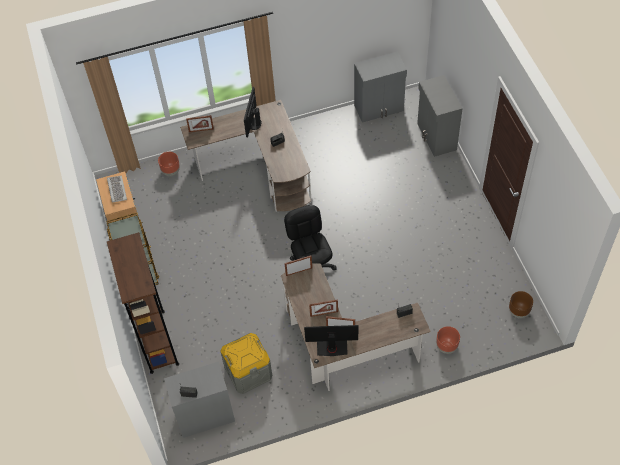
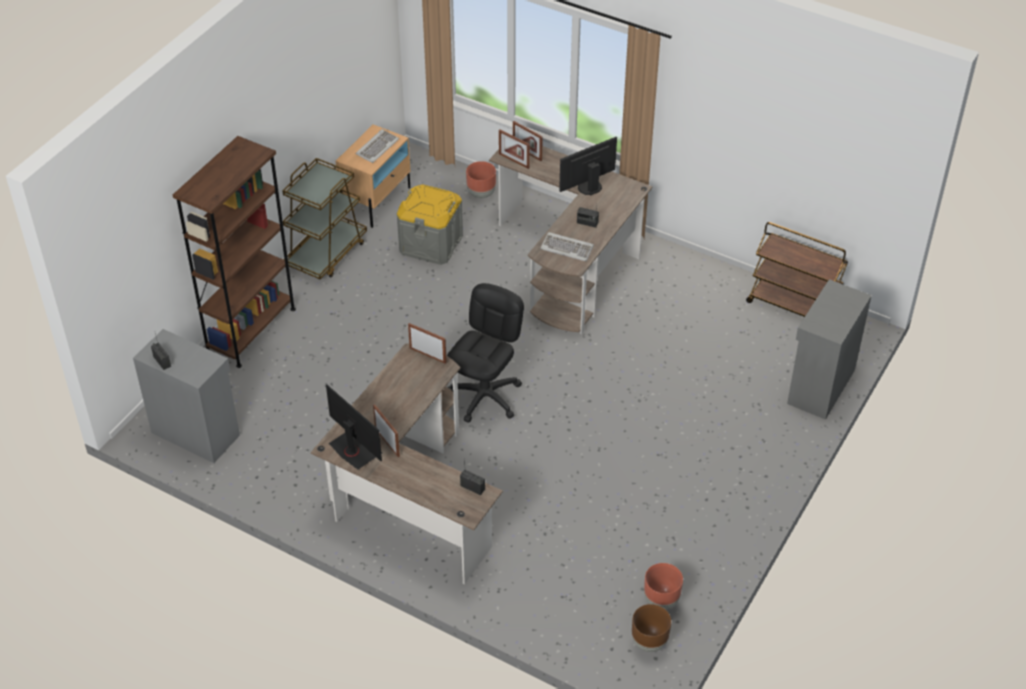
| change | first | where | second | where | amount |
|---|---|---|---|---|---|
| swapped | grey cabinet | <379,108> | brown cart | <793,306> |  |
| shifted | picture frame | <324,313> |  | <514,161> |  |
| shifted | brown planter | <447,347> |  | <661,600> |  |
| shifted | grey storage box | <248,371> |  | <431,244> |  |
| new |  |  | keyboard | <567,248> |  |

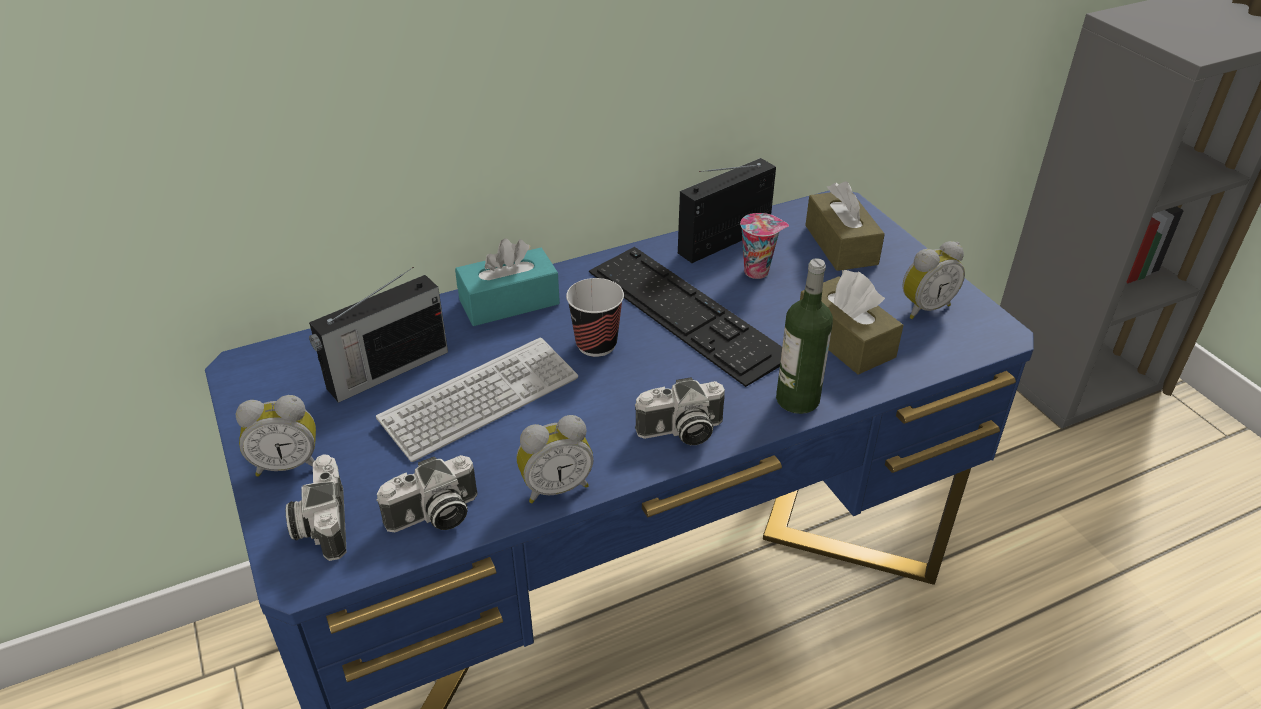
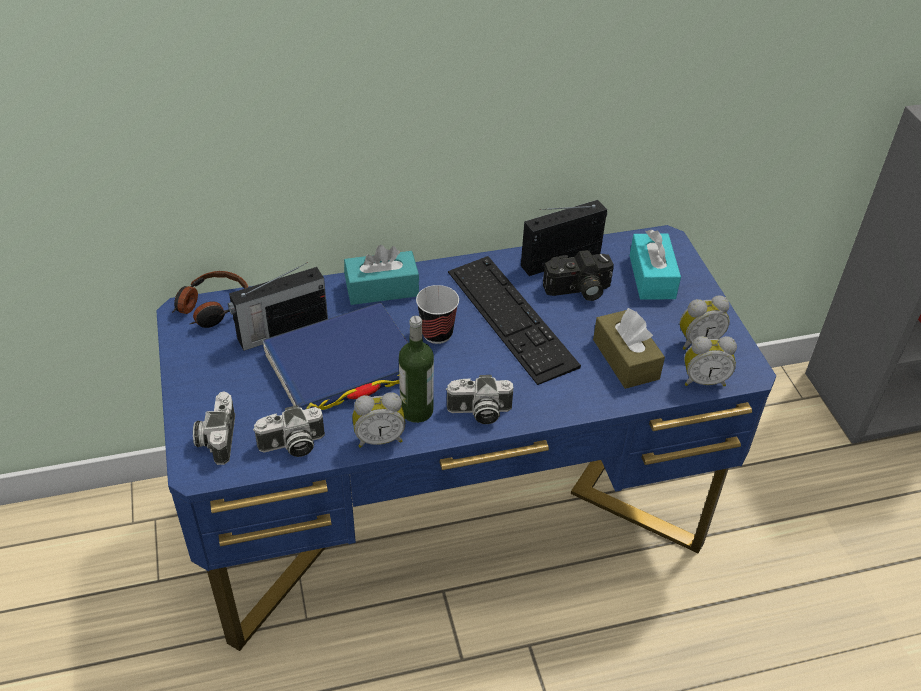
| change | first | where | second | where | amount |
|---|---|---|---|---|---|
| repainted | brown tissue box | <841,245> | turquoise tissue box | <652,277> |  |
| swapped | cup | <758,271> | photo camera | <578,290> |  |
| shifted | bottle | <797,399> |  | <416,410> |  |
| swapped | keyboard | <480,400> | blue book | <342,365> |  |
| shifted | alarm clock | <288,464> |  | <703,380> |  |
| new |  |  | headphones | <212,307> |  |

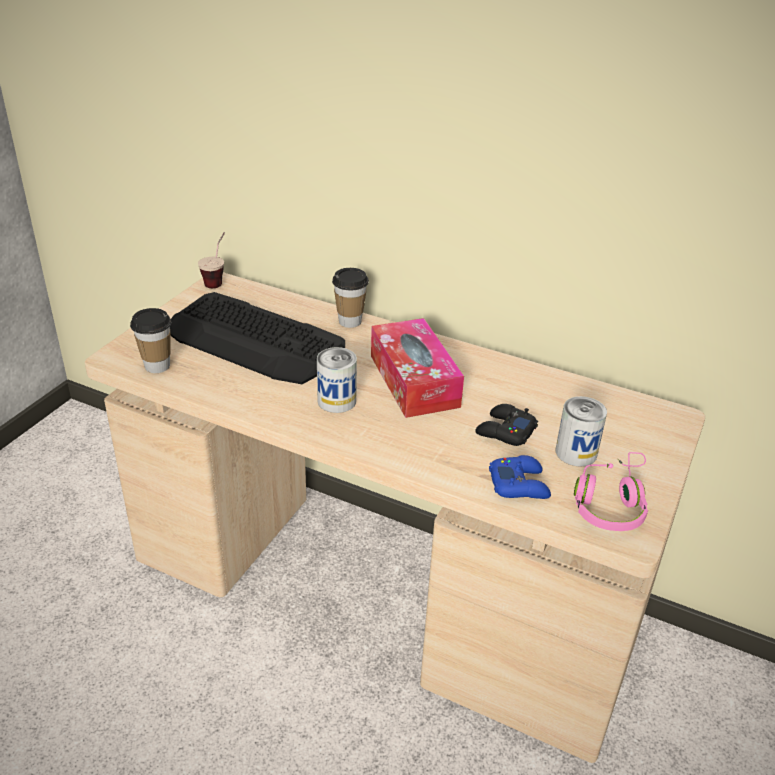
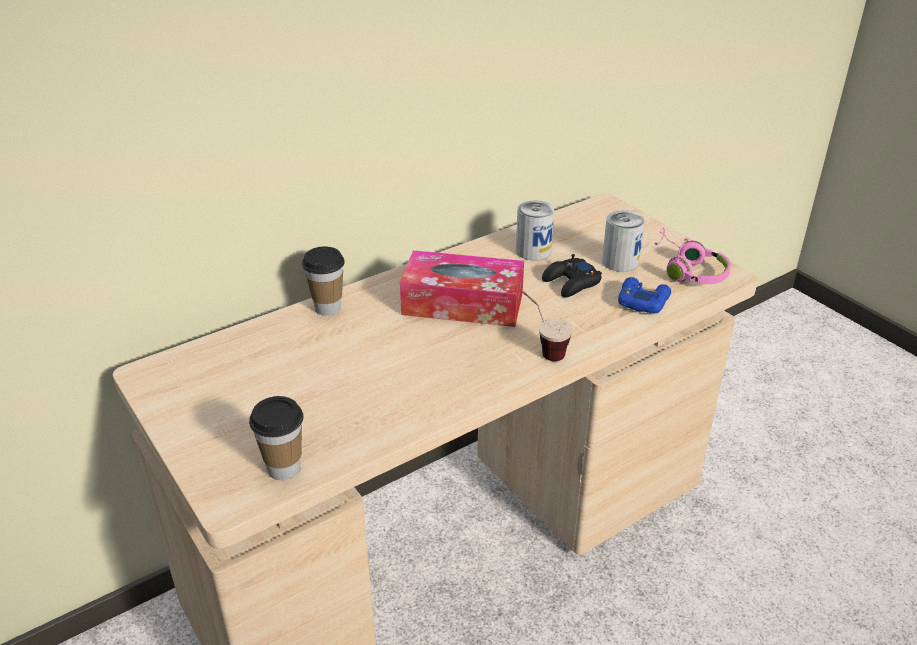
| change | first | where | second | where | amount |
|---|---|---|---|---|---|
| shifted | cup | <217,280> |  | <543,349> |  |
| gone | keyboard | <254,340> |  |  |  |
| shifted | can | <336,401> |  | <533,251> |  |

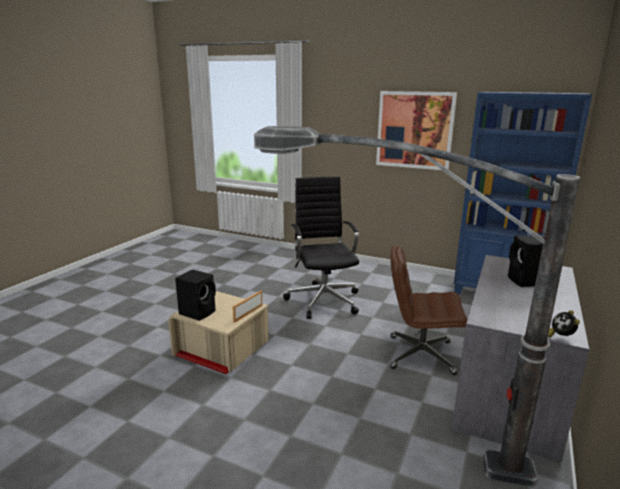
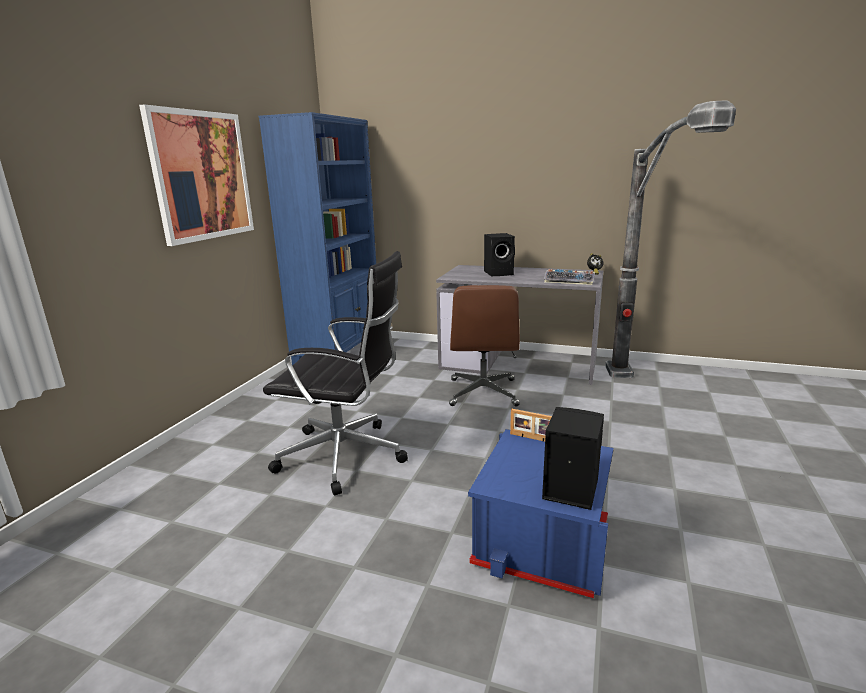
| change | first | where | second | where | amount |
|---|---|---|---|---|---|
| rotated | black office chair | <323,300> |  | <346,456> | 150 degrees counterclockwise |
| repainted | beige storage box | <221,351> | blue storage box | <543,540> |  |
| new |  |  | keyboard | <569,281> |  |

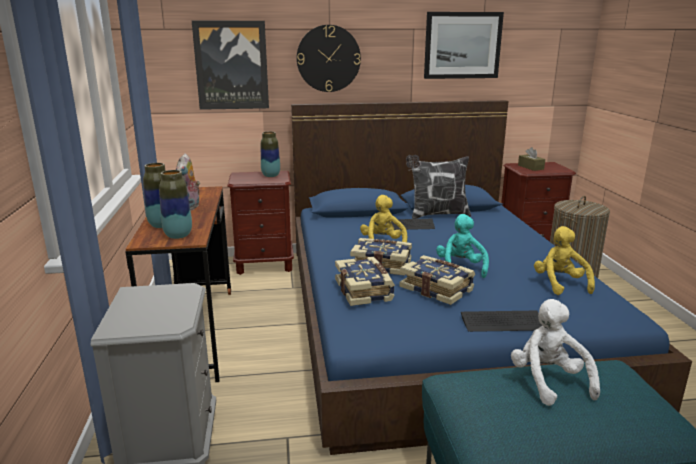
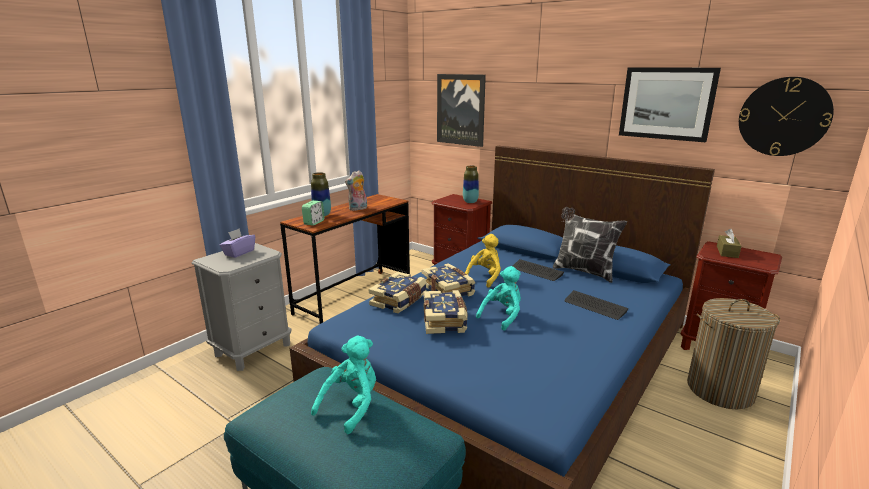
| change | first | where | second | where | amount |
|---|---|---|---|---|---|
| shifted | wall clock | <328,58> |  | <783,117> |  |
| swapped | vase | <178,235> | alarm clock | <314,222> |  |
| gone | yellow plush toy | <560,284> |  |  |  |
| repainted | white plush toy | <548,381> | turquoise plush toy | <352,406> |  |
| shifted | keyboard | <502,323> |  | <595,306> |  |
| new |  |  | purple tissue box | <239,253> |  |

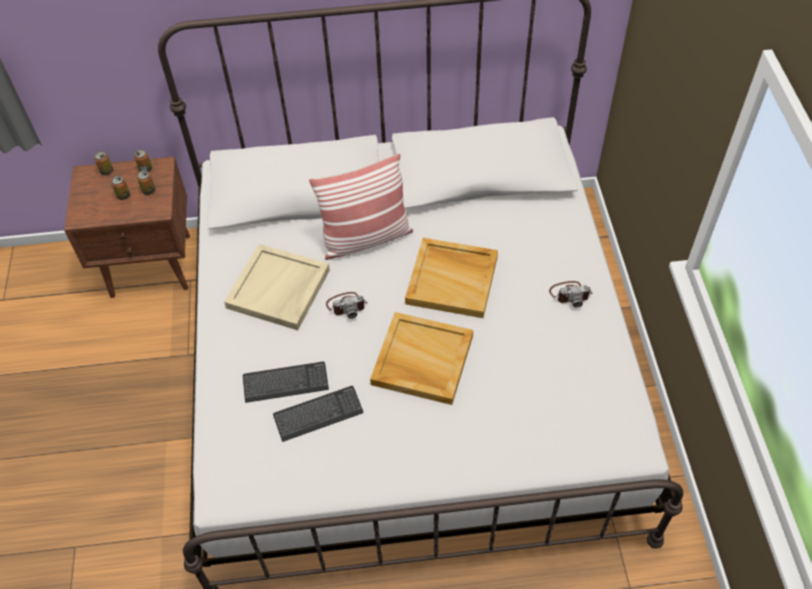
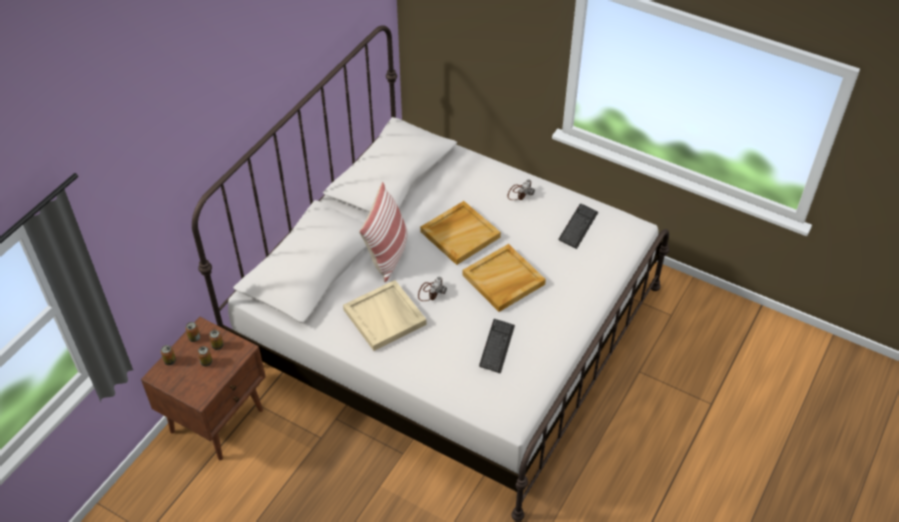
| change | first | where | second | where | amount |
|---|---|---|---|---|---|
| shifted | keyboard | <285,383> |  | <578,227> |  |

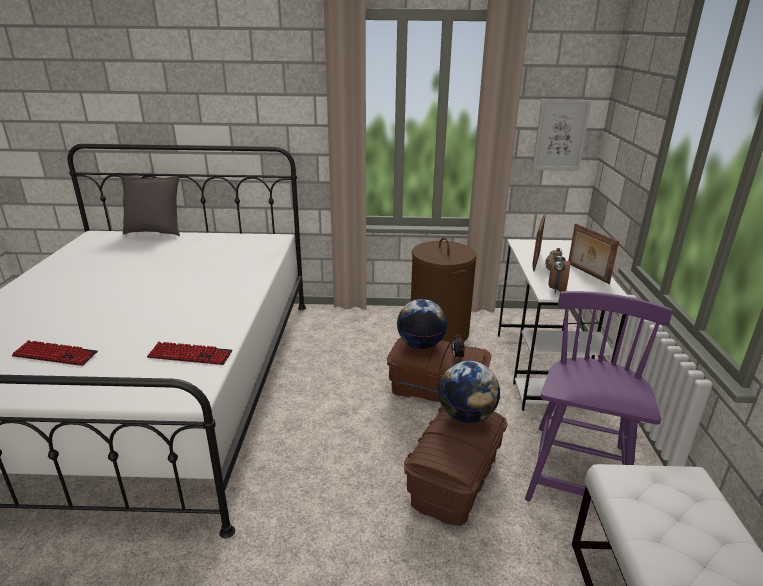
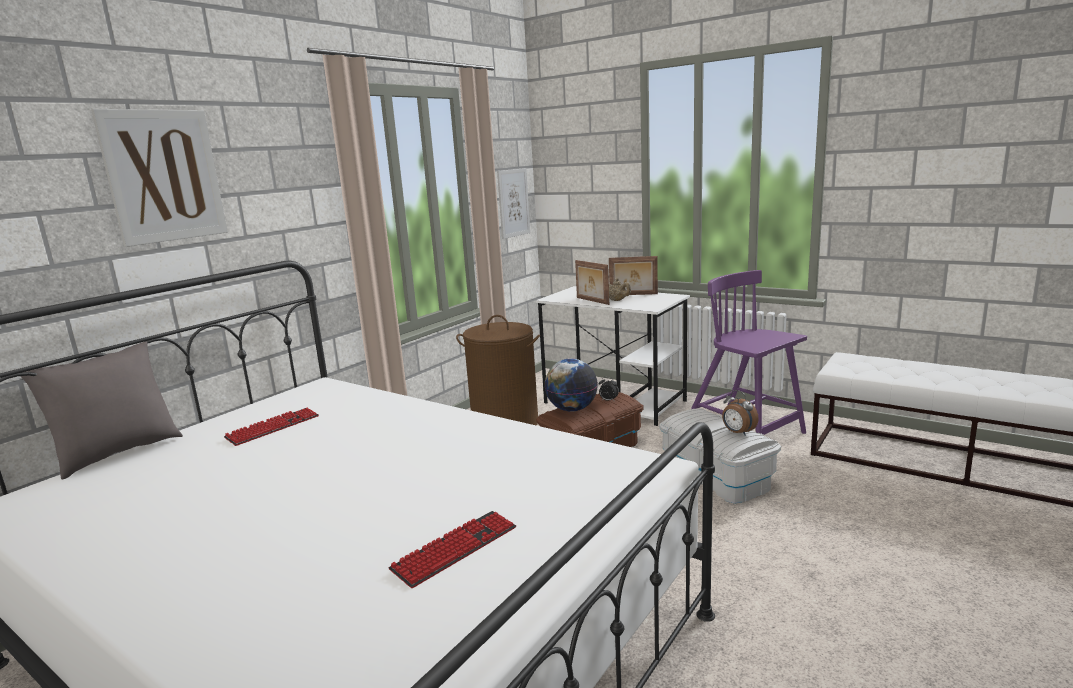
| change | first | where | second | where | amount |
|---|---|---|---|---|---|
| shifted | alarm clock | <556,290> |  | <738,432> |  |
| shifted | keyboard | <190,355> |  | <273,427> |  |
| gone | globe | <466,416> |  |  |  |
| repainted | brown storage box | <454,479> | white storage box | <715,476> |  |
| new |  |  | picture | <164,176> |  |

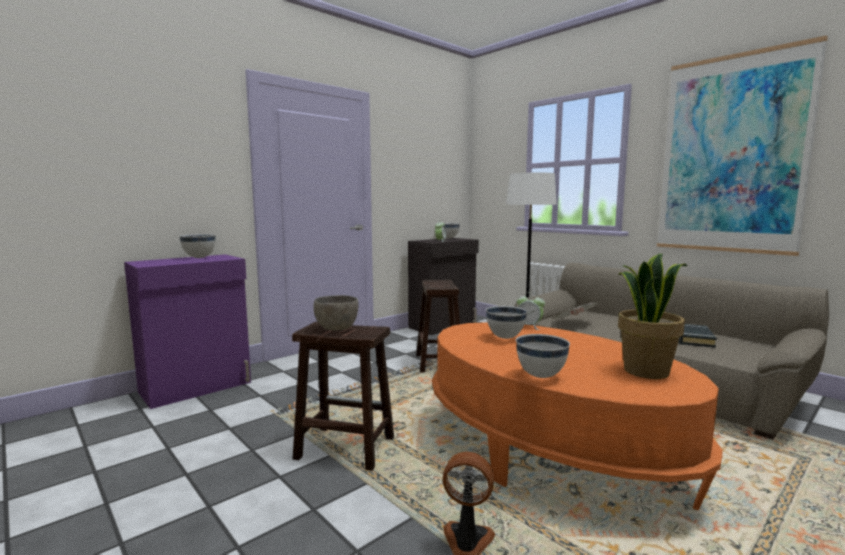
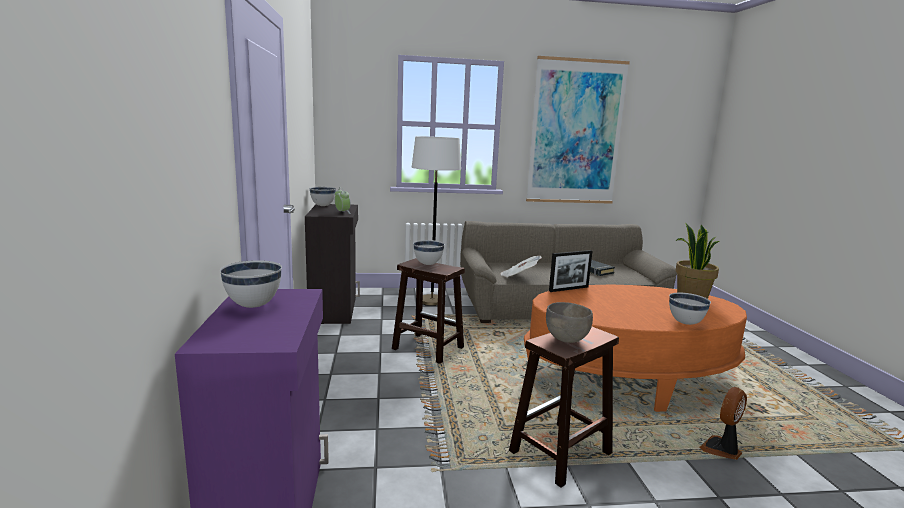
| change | first | where | second | where | amount |
|---|---|---|---|---|---|
| swapped | alarm clock | <529,326> | picture frame | <568,289> |  |
| shifted | white bowl | <505,337> |  | <428,264> |  |

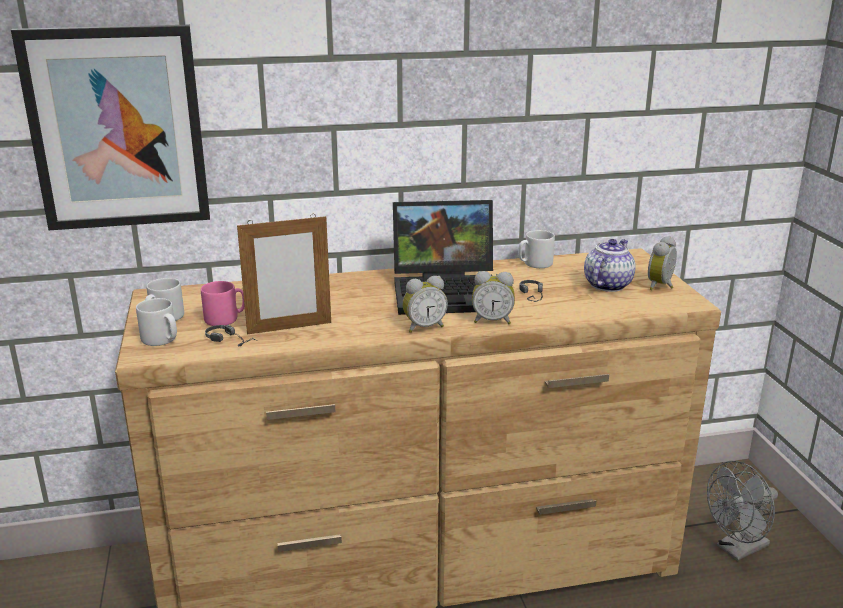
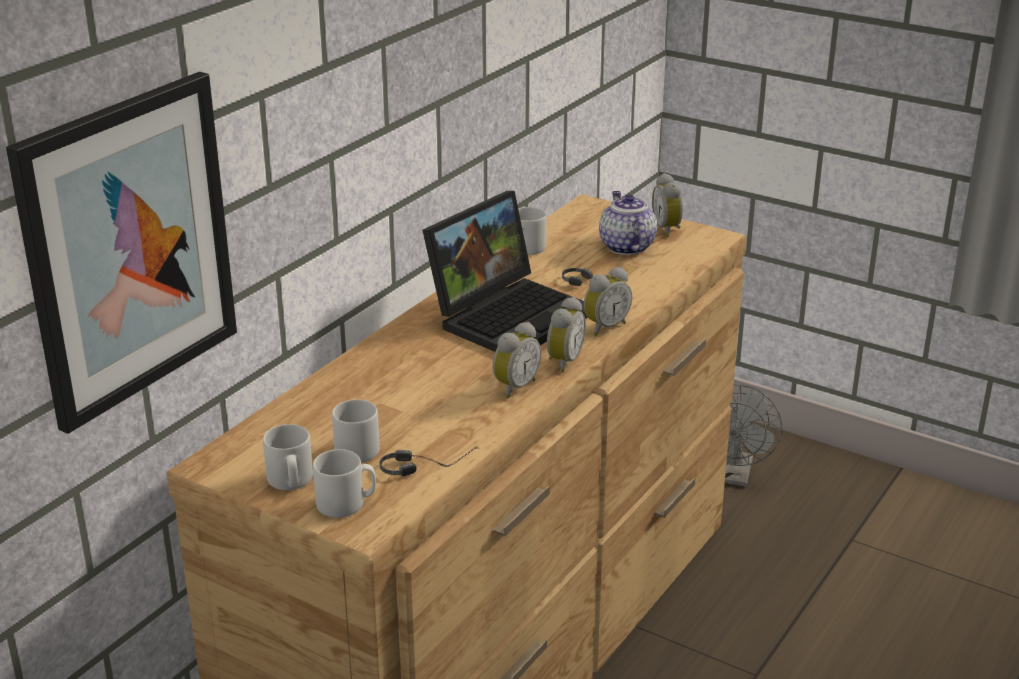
| change | first | where | second | where | amount |
|---|---|---|---|---|---|
| gone | picture frame | <289,328> |  |  |  |
| repainted | pink mug | <225,319> | grey mug | <360,448> |  |
| new |  |  | alarm clock | <514,387> |  |

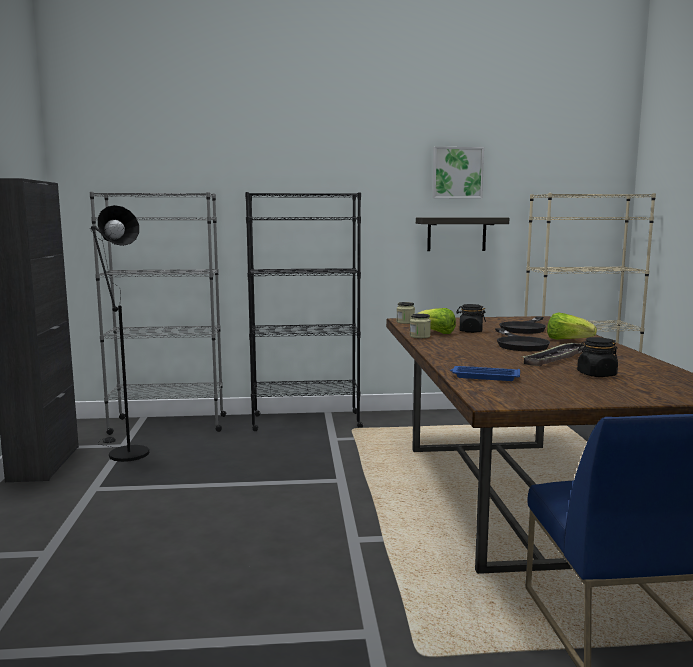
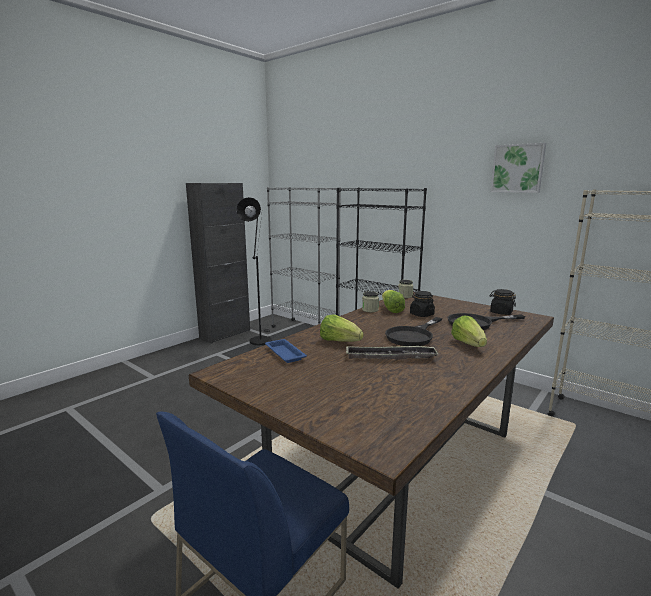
| change | first | where | second | where | amount |
|---|---|---|---|---|---|
| gone | shelf | <456,234> |  |  |  |
| shifted | black jar | <596,374> |  | <501,312> |  |
| new |  |  | lettuce | <339,341> |  |

